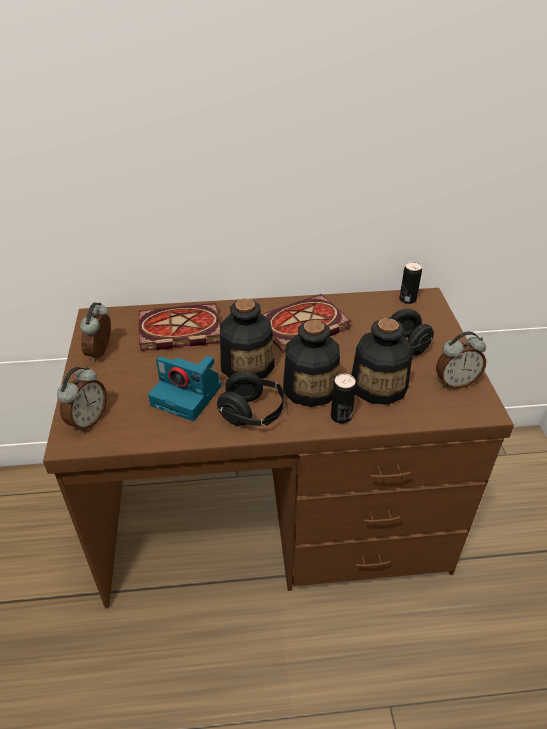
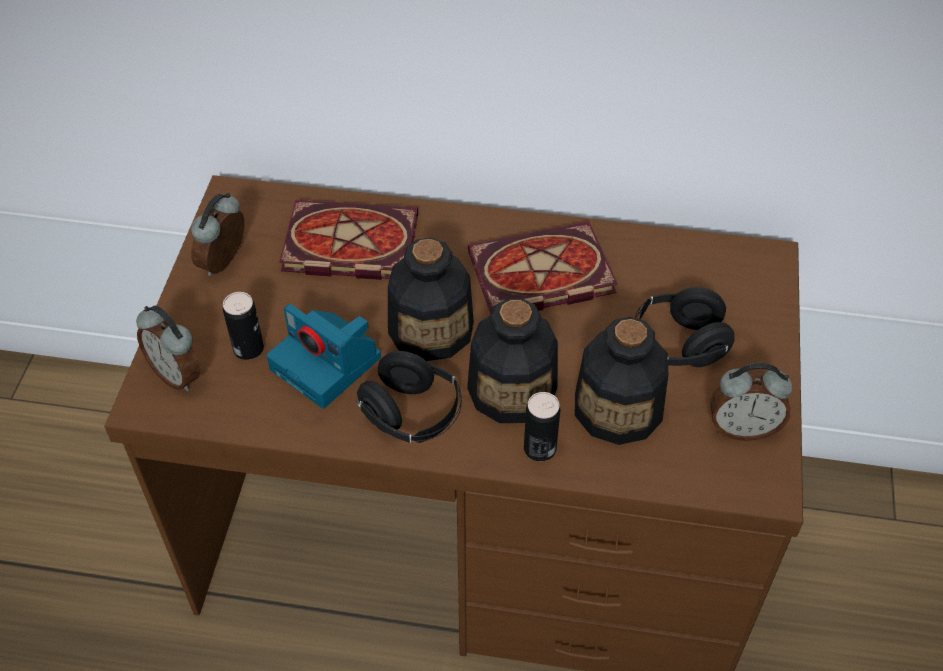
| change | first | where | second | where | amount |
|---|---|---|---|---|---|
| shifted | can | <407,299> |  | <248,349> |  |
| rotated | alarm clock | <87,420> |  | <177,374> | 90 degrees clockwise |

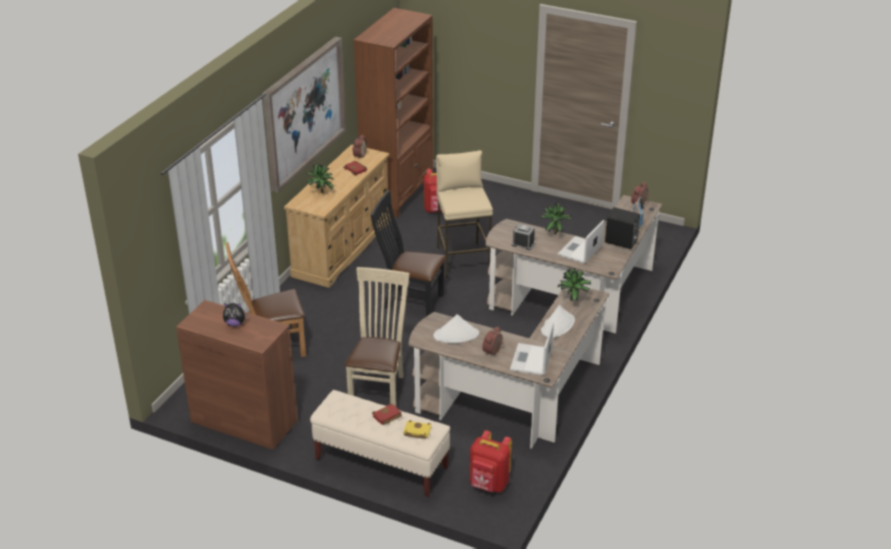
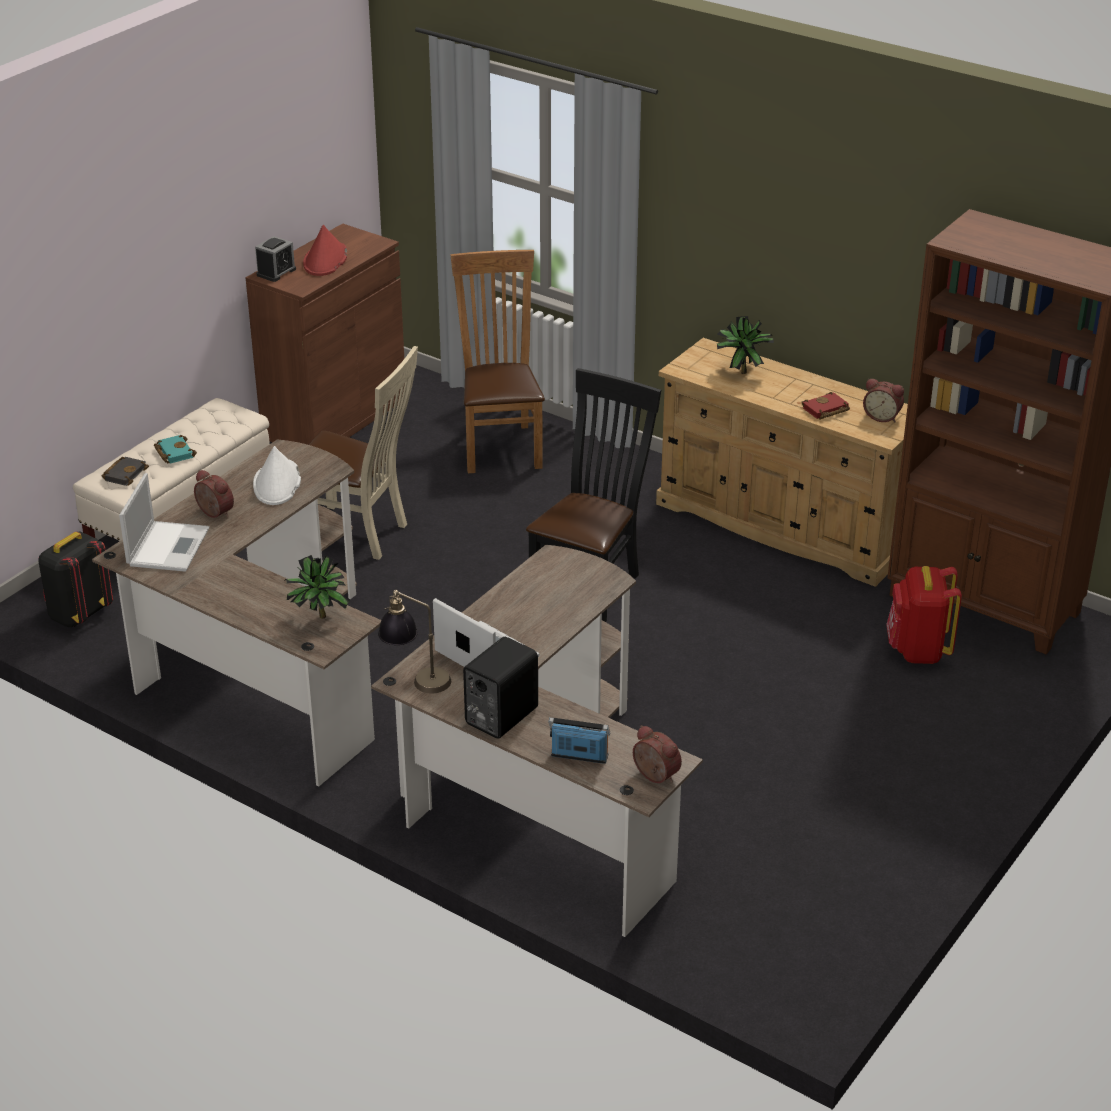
| change | first | where | second | where | amount |
|---|---|---|---|---|---|
| gone | picture | <303,112> |  |  |  |
| gone | beige stool | <462,260> |  |  |  |
| gone | potted plant | <554,232> |  |  |  |
| shifted | alarm clock | <523,244> |  | <276,272> |  |
| swapped | plush toy | <235,324> | red hat | <325,260> |  |
| gone | white hat | <557,326> |  |  |  |
| rotated | laptop | <531,360> |  | <168,546> | 75 degrees clockwise |
| repainted | red book | <387,417> | turquoise book | <173,452> |  |
| repainted | yellow book | <416,432> | black book | <125,473> |  |
| repainted | red backpack | <489,485> | black backpack | <79,614> |  |
| new |  |  | table lamp | <416,680> |  |

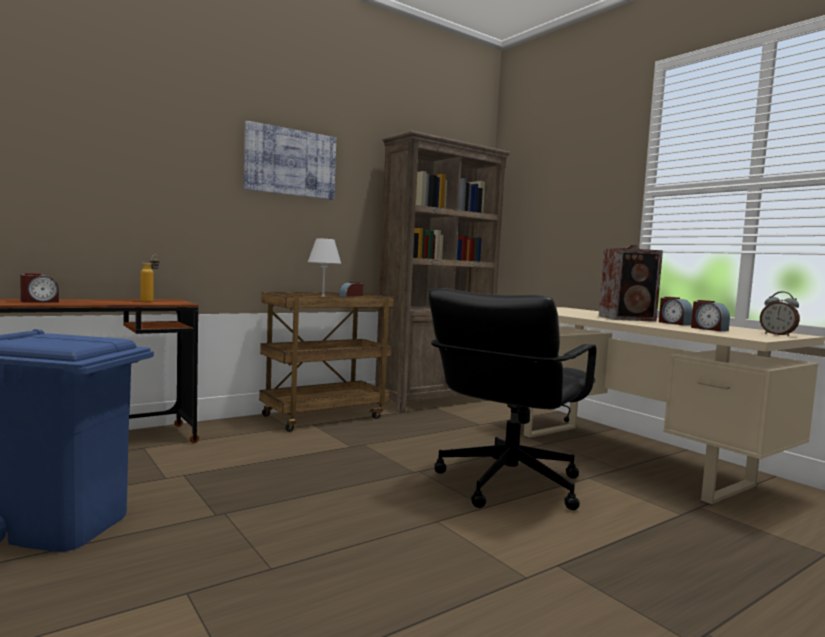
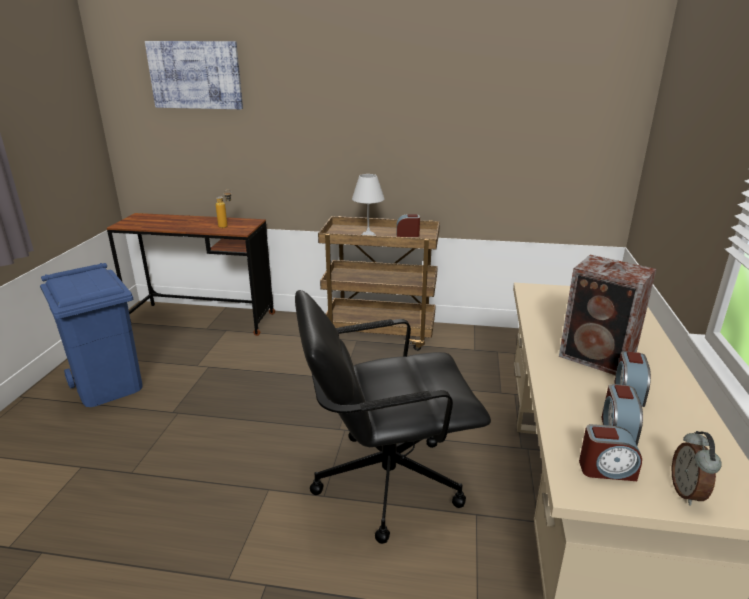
| change | first | where | second | where | amount |
|---|---|---|---|---|---|
| shifted | picture | <290,162> |  | <195,75> |  |
| gone | brown bookcase | <435,401> |  |  |  |
| shifted | alarm clock | <39,301> |  | <606,469> |  |

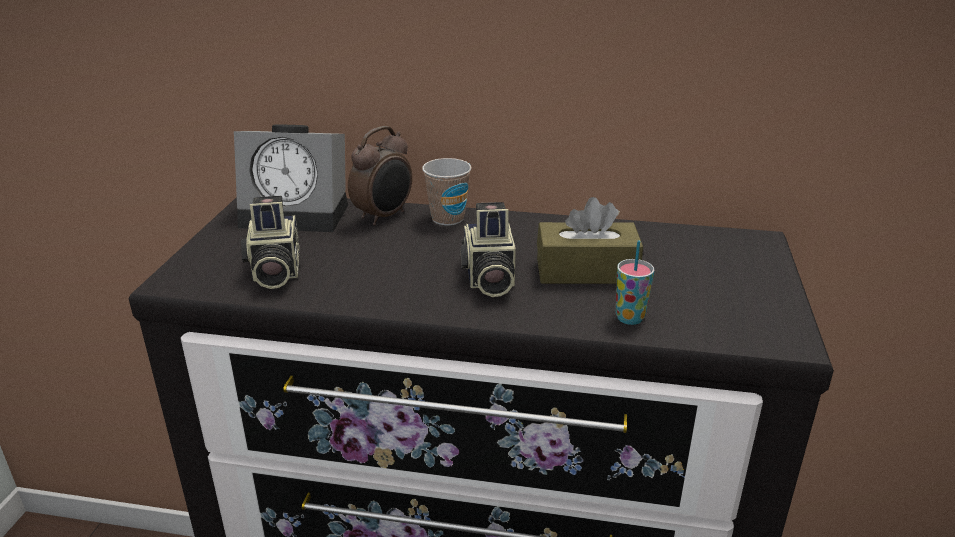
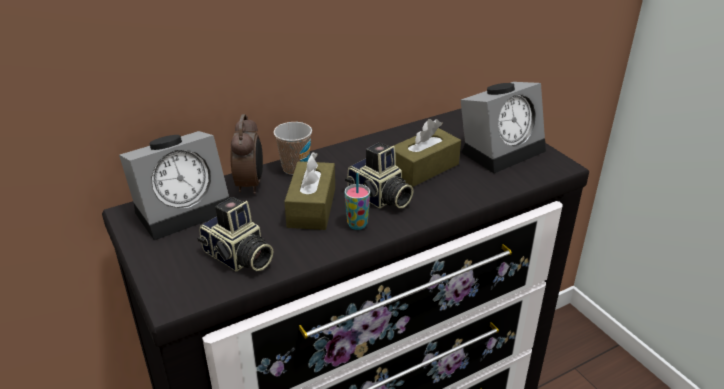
| change | first | where | second | where | amount |
|---|---|---|---|---|---|
| shifted | cup | <629,318> |  | <357,224> |  |
| new |  |  | alarm clock | <502,149> |  |
| new |  |  | brown tissue box | <311,207> |  |

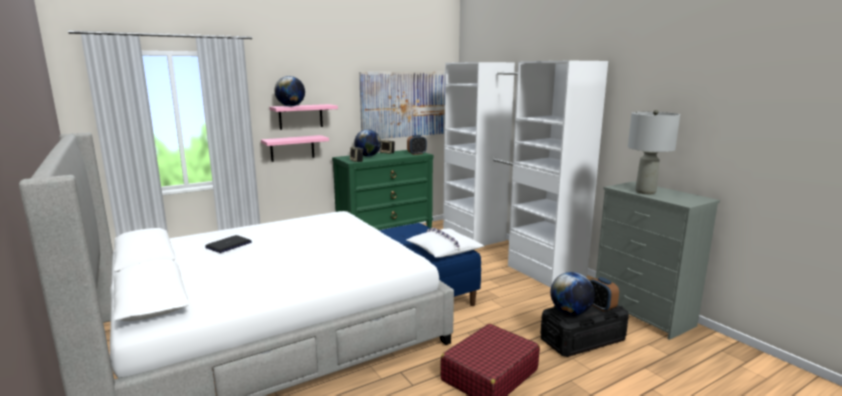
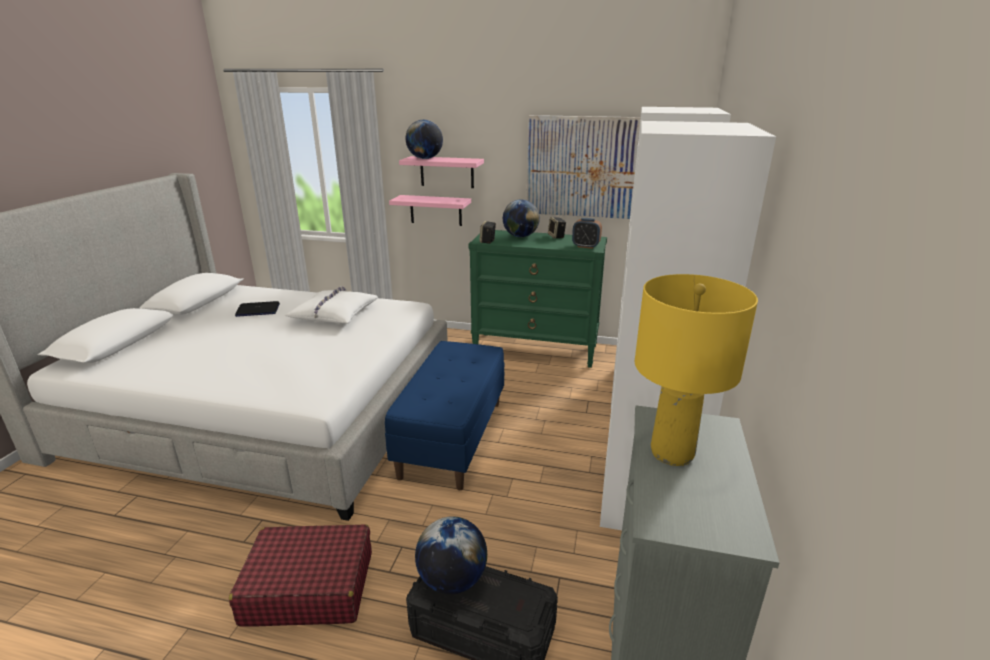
| change | first | where | second | where | amount |
|---|---|---|---|---|---|
| repainted | grey table lamp | <645,192> | yellow table lamp | <672,454> |  |
| shifted | white pillow | <443,250> |  | <334,314> |  |
| gone | alarm clock | <601,307> |  |  |  |

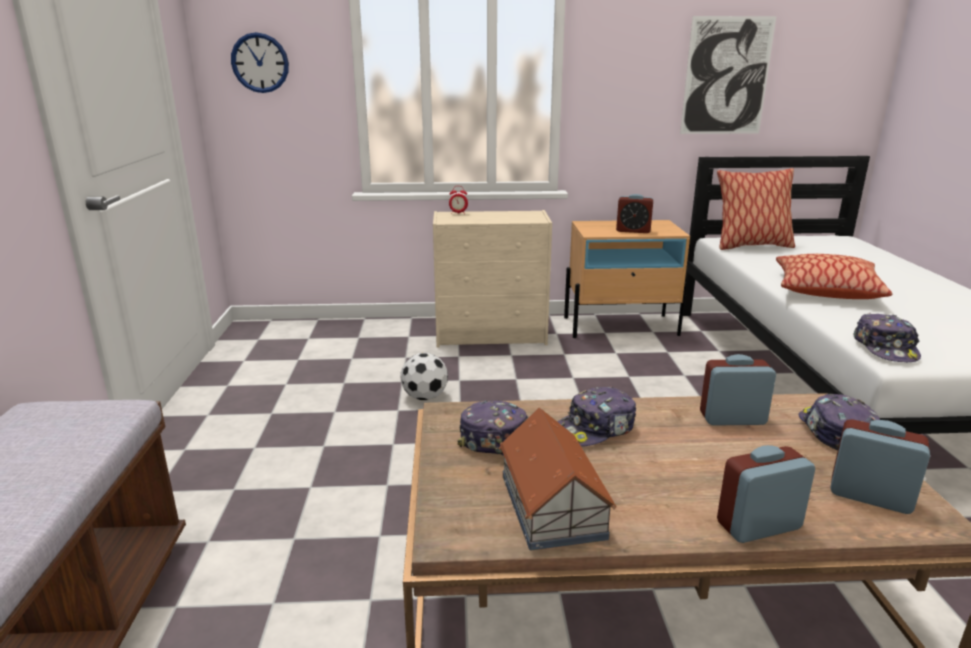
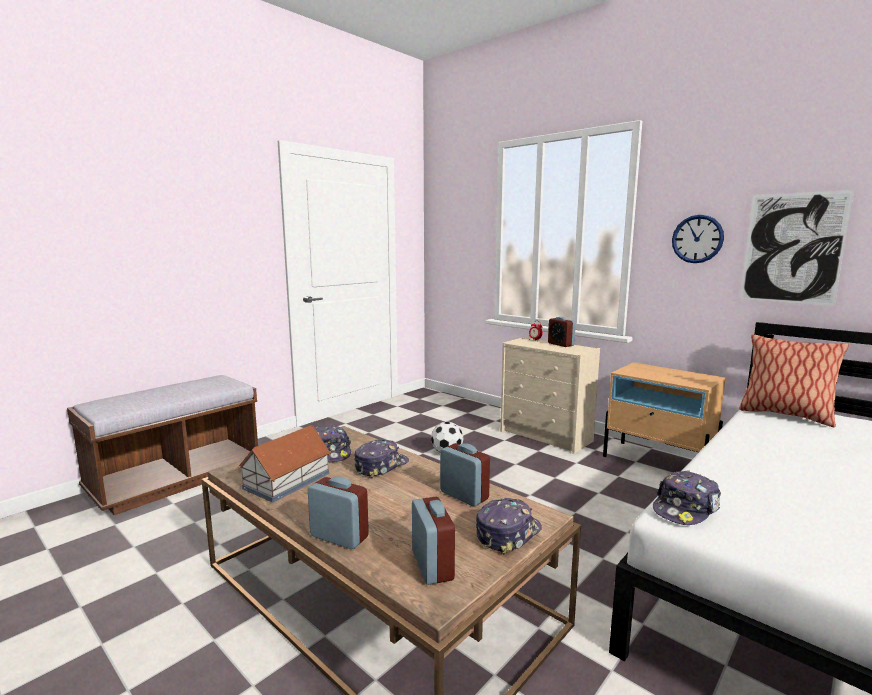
| change | first | where | second | where | amount |
|---|---|---|---|---|---|
| shifted | wall clock | <260,63> |  | <697,239> |  |
| shifted | alarm clock | <633,231> |  | <560,344> |  |
| gone | pillow | <826,290> |  |  |  |
| rotated | cap | <596,429> |  | <381,466> | 120 degrees clockwise |

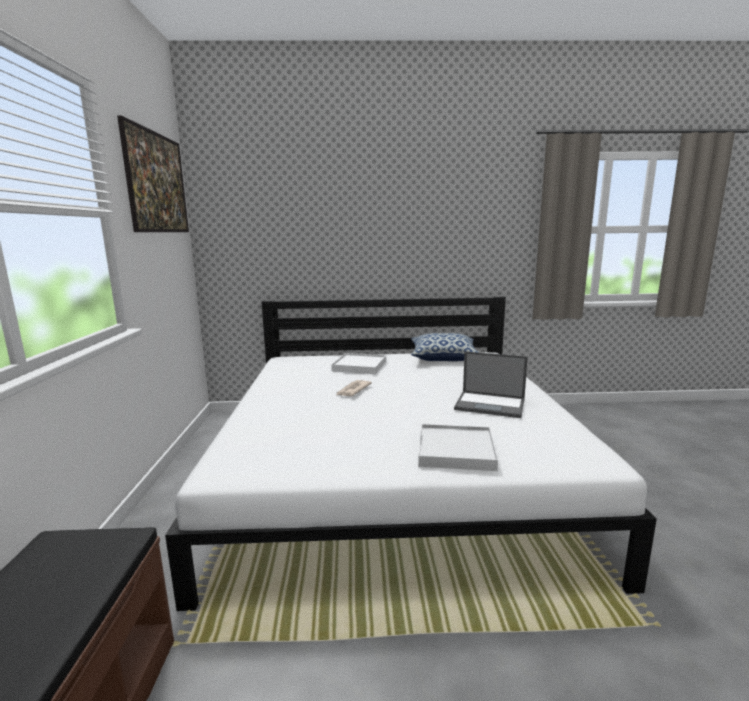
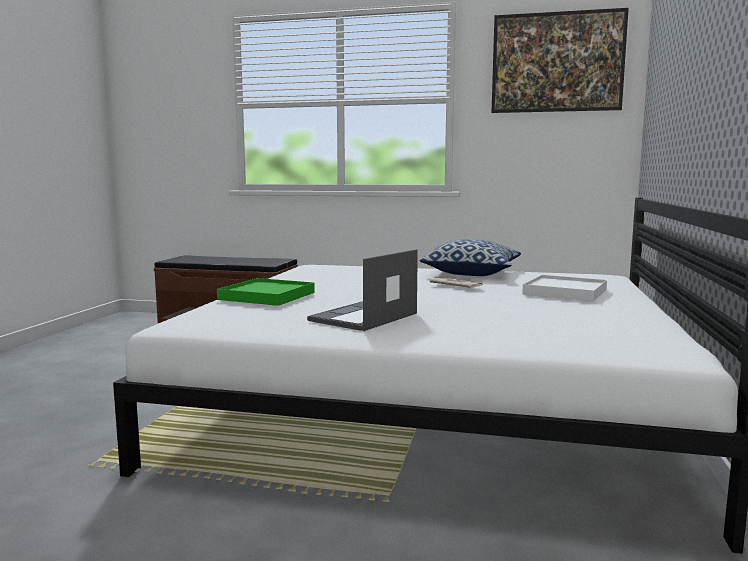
| change | first | where | second | where | amount |
|---|---|---|---|---|---|
| shifted | pillow | <443,358> |  | <472,273> |  |
| repainted | white tray | <455,451> | green tray | <267,296> |  |

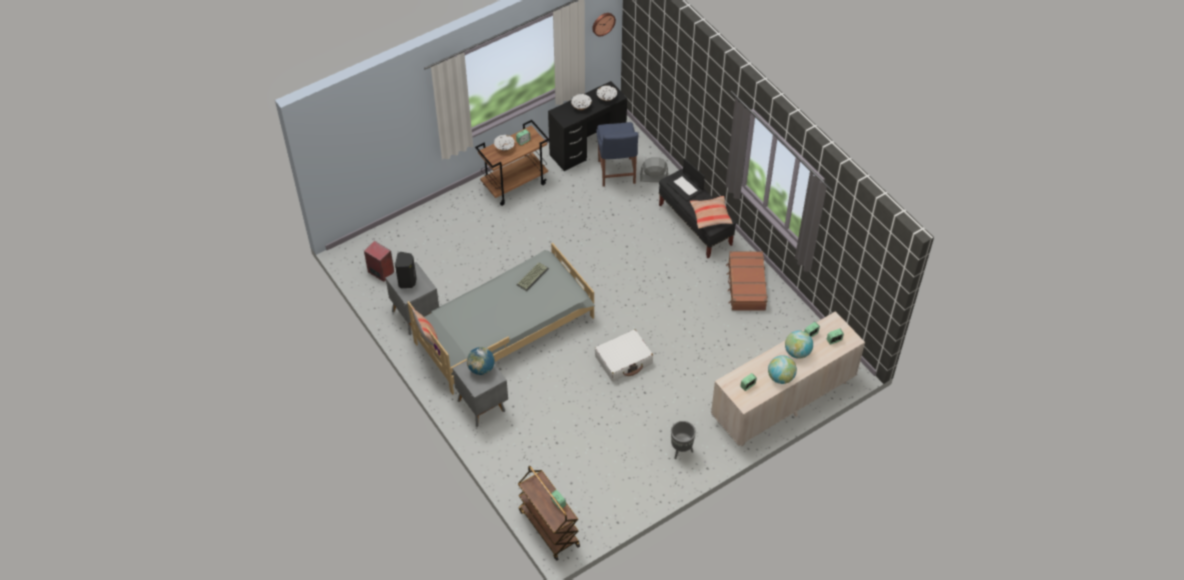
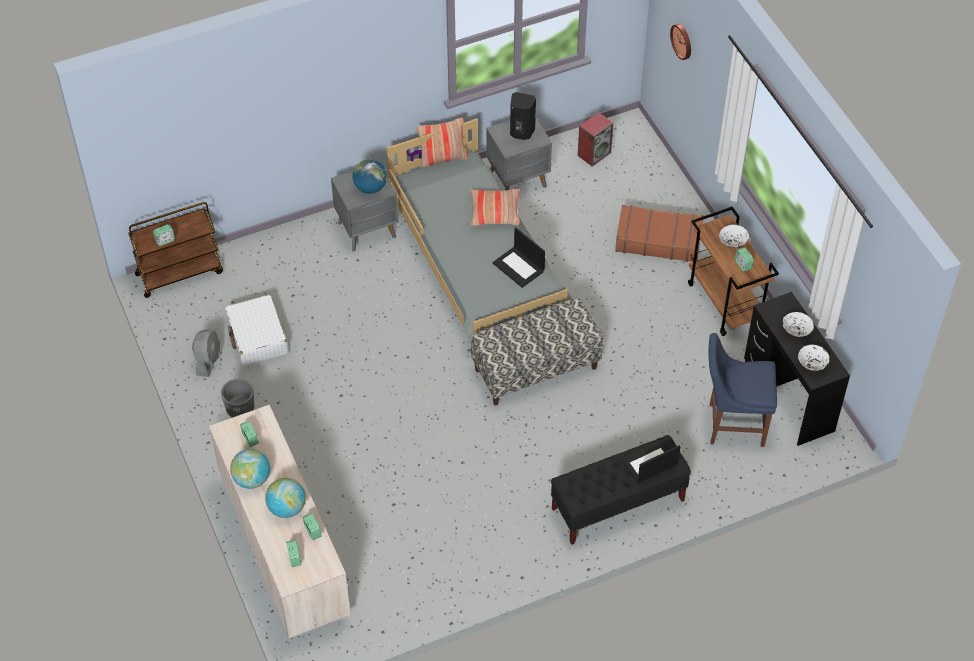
| change | first | where | second | where | amount |
|---|---|---|---|---|---|
| shifted | wall clock | <603,23> |  | <682,41> |  |
| shifted | grey fan | <654,178> |  | <208,360> |  |
| shifted | pillow | <710,215> |  | <495,212> |  |
| shifted | brown suitcase | <746,286> |  | <658,240> |  |
| swapped | keyboard | <532,276> | laptop | <519,267> |  |
| shifted | white suitcase | <624,360> |  | <257,337> |  |
| new |  |  | bench | <535,368> |  |

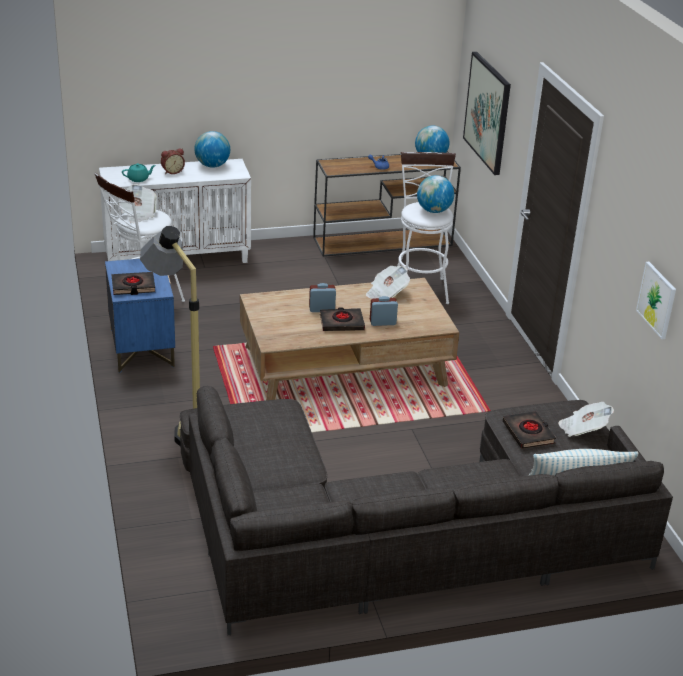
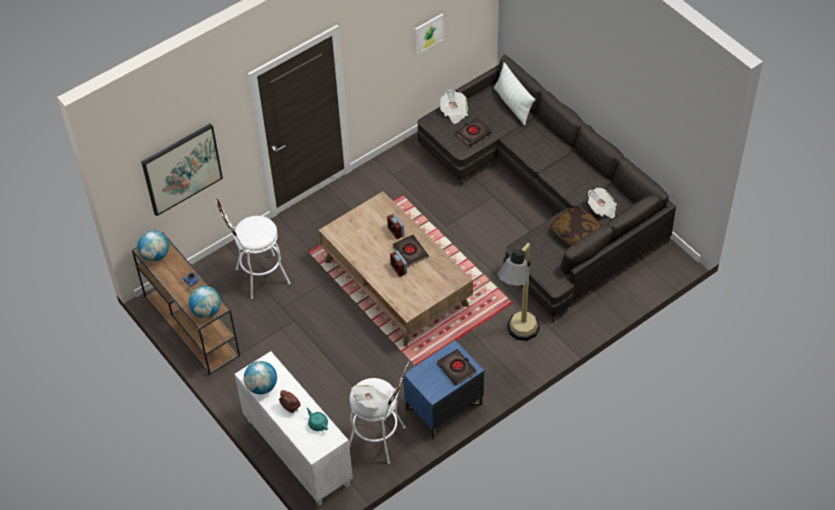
| change | first | where | second | where | amount |
|---|---|---|---|---|---|
| shifted | globe | <434,211> |  | <206,311> |  |
| shifted | newspaper | <386,293> |  | <602,209> |  |
| new |  |  | pillow | <577,233> |  |

